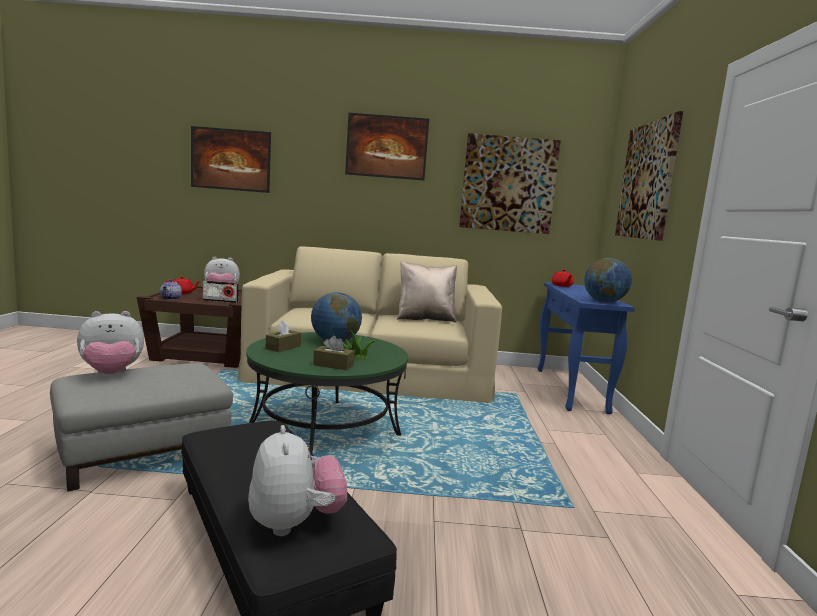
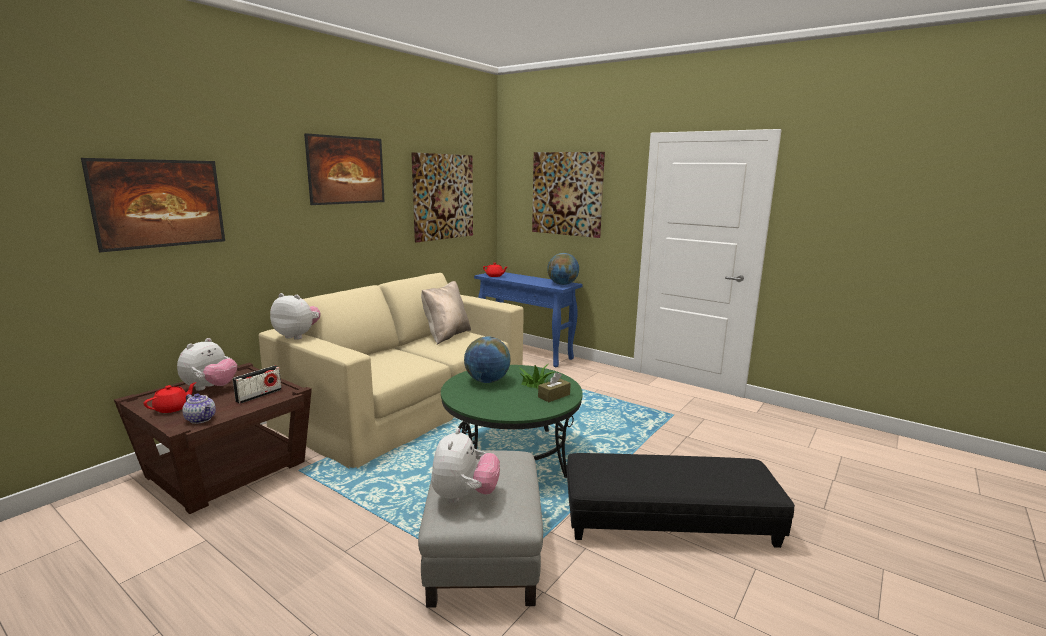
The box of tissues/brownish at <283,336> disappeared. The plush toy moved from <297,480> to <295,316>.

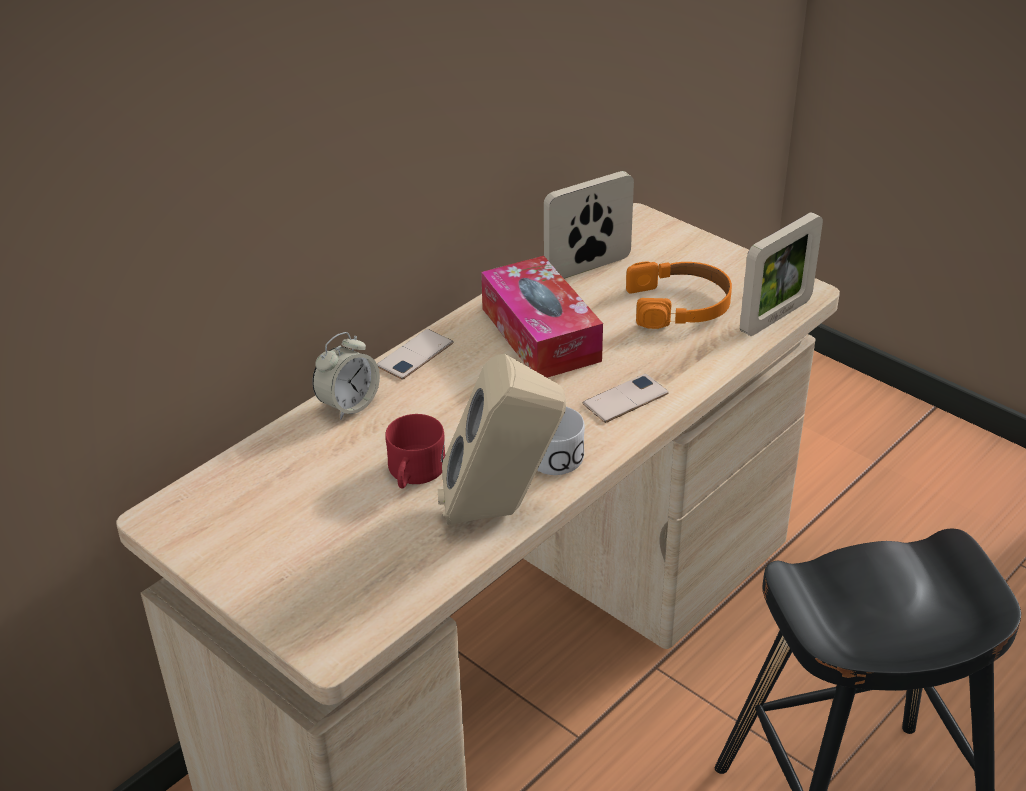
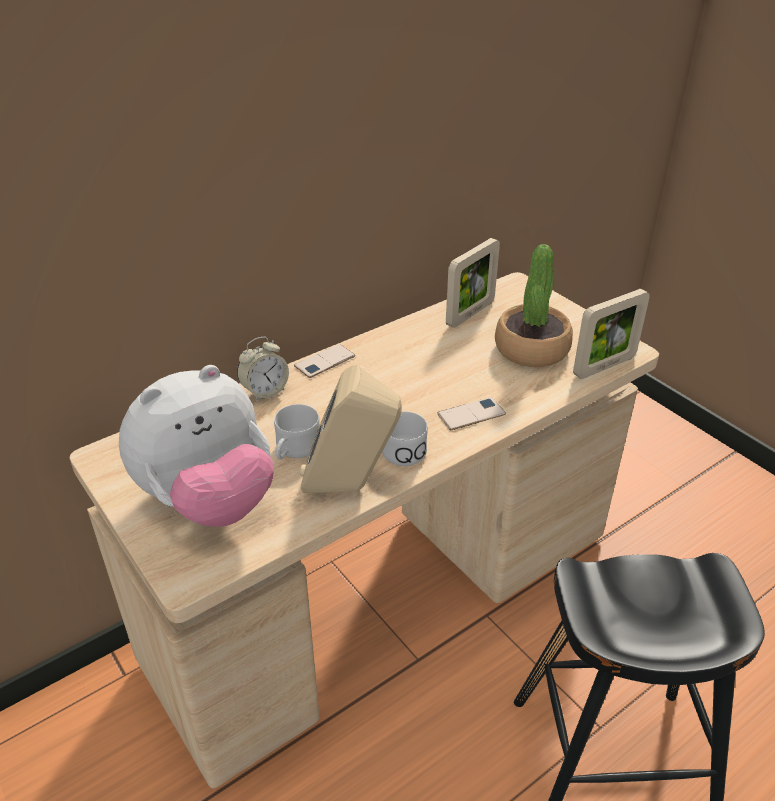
The box of tissues at <542,317> disappeared. The plush toy at <196,446> appeared. The headset/orange-coloured at <679,295> was replaced by the potted plant at <534,305>. The tea mug/reddish at <415,451> became the tea mug/white-coloured at <297,432>. The standing frame at <589,225> turned 150 degrees clockwise.

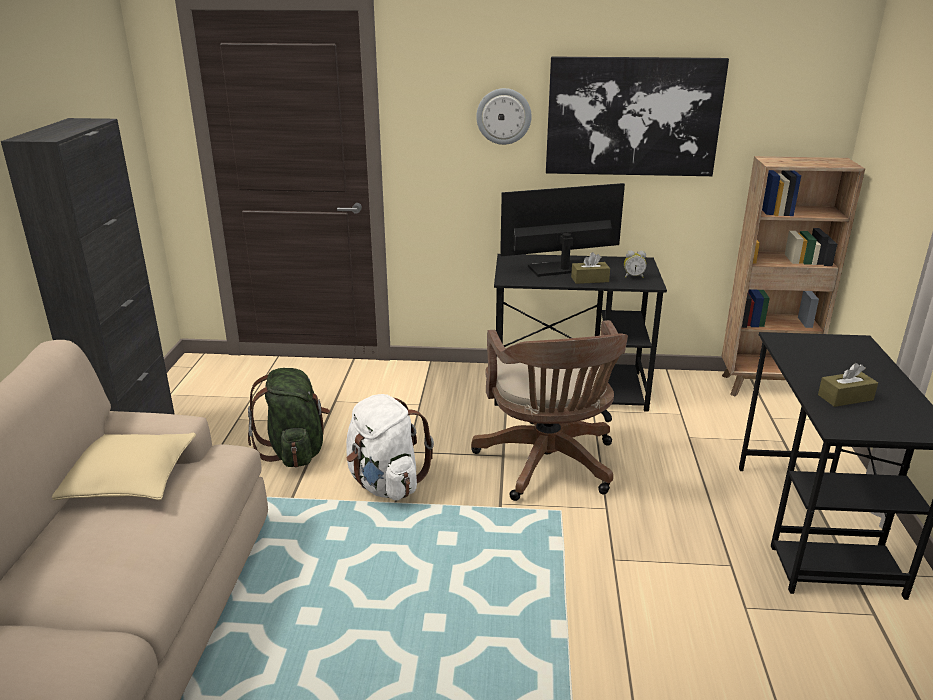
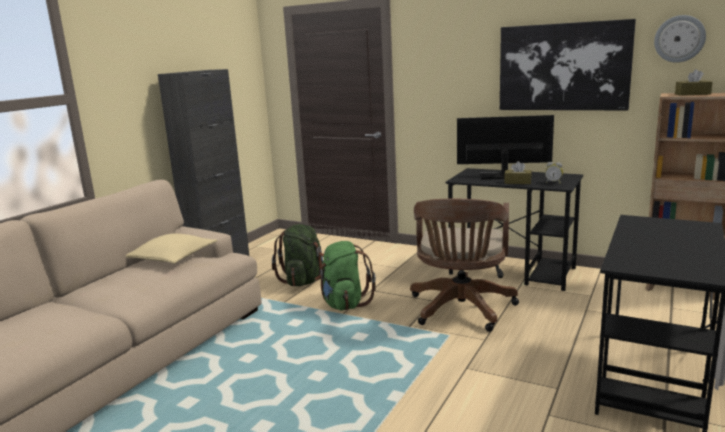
The hanging clock moved from <504,116> to <680,39>. The box of tissues/brownish moved from <848,385> to <694,82>. The rucksack/white-coloured at <390,447> became the rucksack/green at <345,276>.

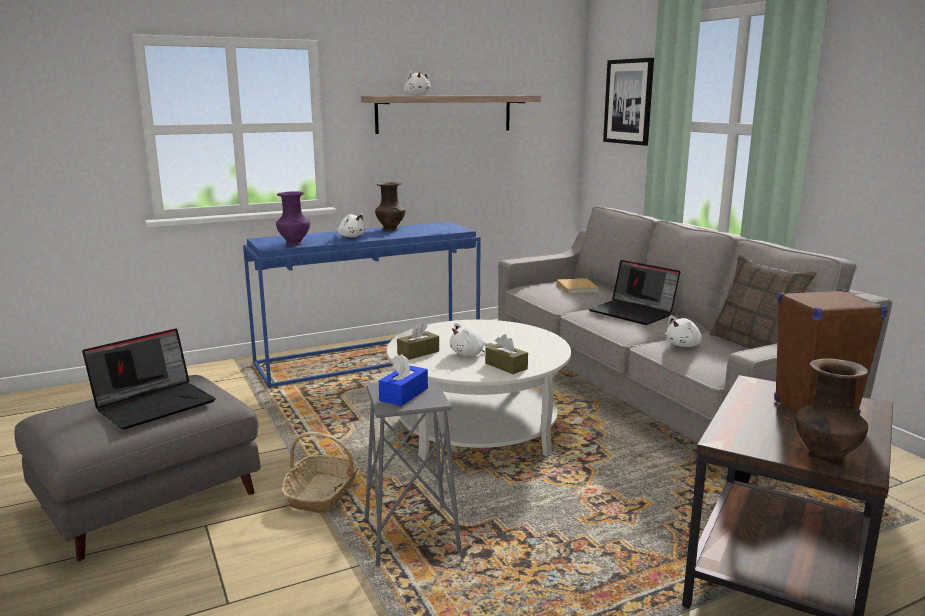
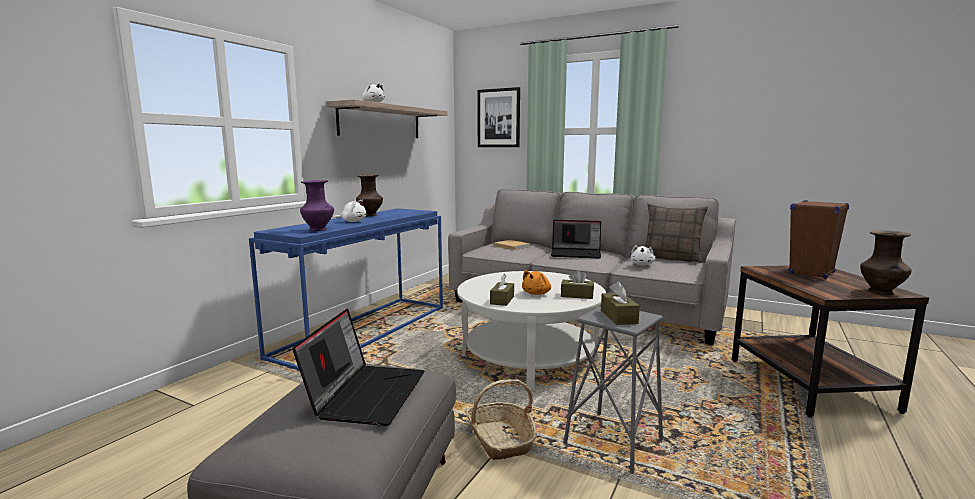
The box of tissues/blue-coloured at <403,380> became the box of tissues/brownish at <620,303>. The plush toy/white-coloured at <472,339> became the plush toy/orange-coloured at <536,282>.

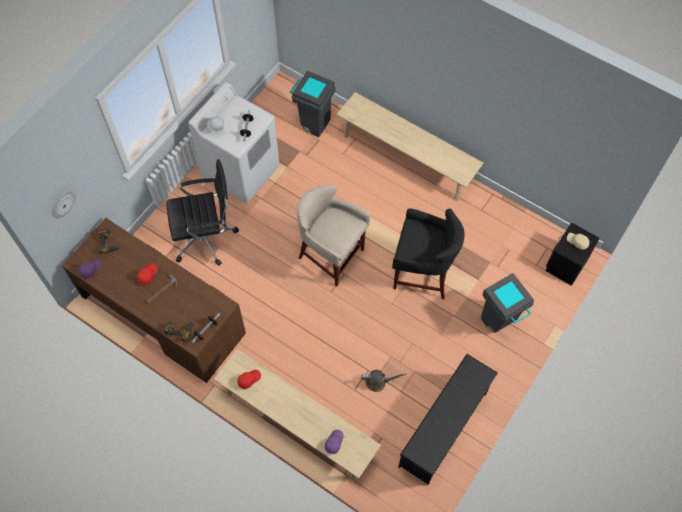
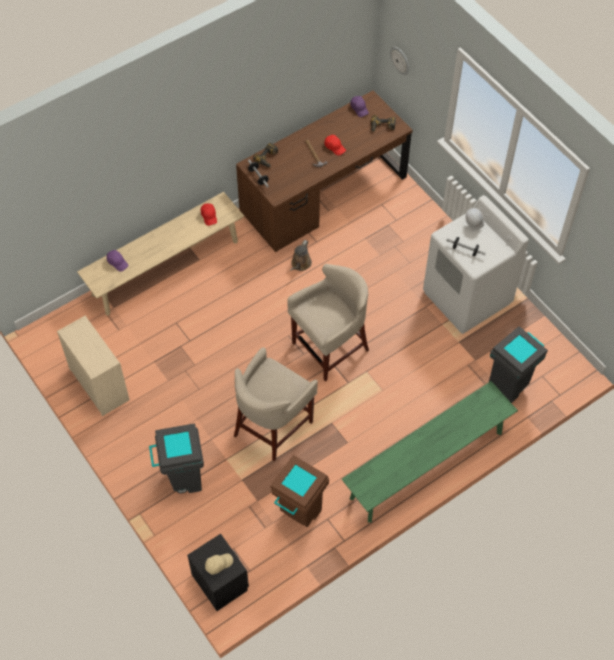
The office chair/black at <202,212> disappeared. The waste bin/brownish at <299,491> appeared. The watering can/brownish moved from <383,381> to <301,255>. The shoe rack/black at <448,419> was replaced by the dresser/beige at <93,365>. The long seat/beige at <410,146> became the long seat/green at <430,452>. The stool/black at <428,254> became the stool/beige at <276,404>.

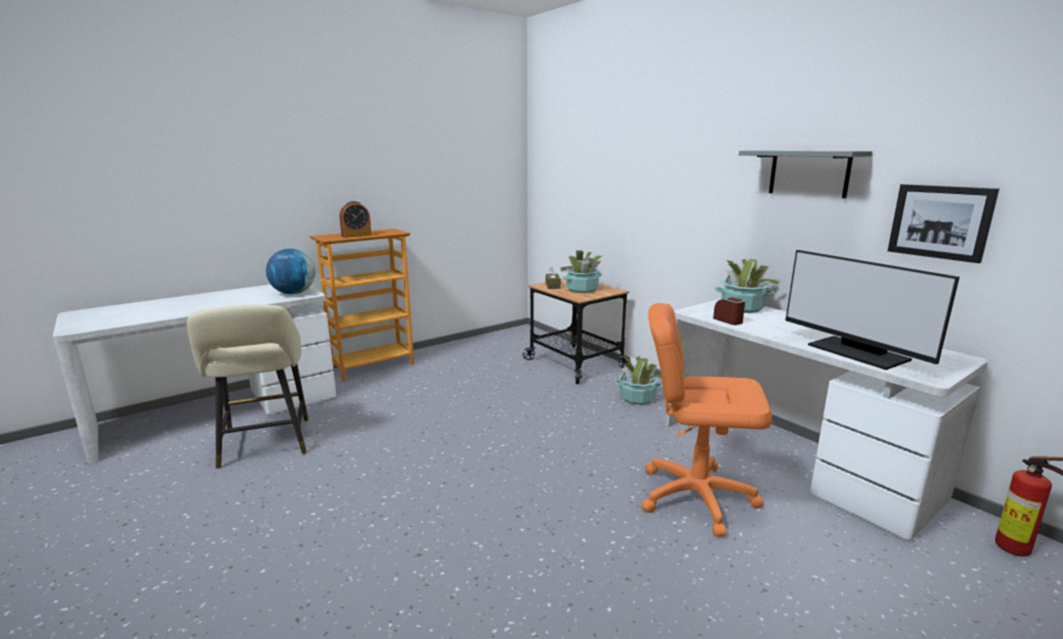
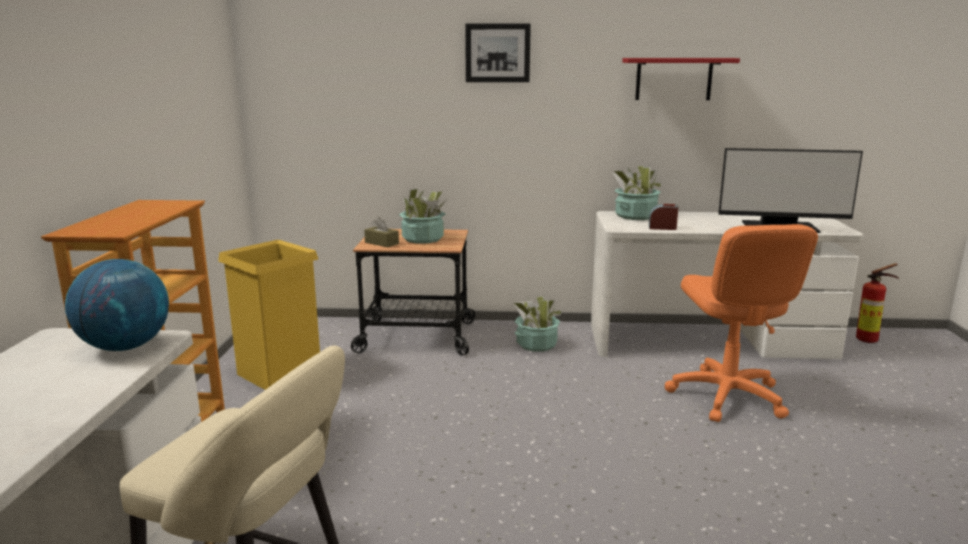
The alarm clock at <356,219> disappeared. The waste bin/yellow-coloured at <269,315> appeared. The wall art moved from <943,223> to <498,52>. The bracket shelf/gray at <806,174> became the bracket shelf/reddish at <681,79>. The office chair/orange-coloured at <706,420> turned 60 degrees counterclockwise.

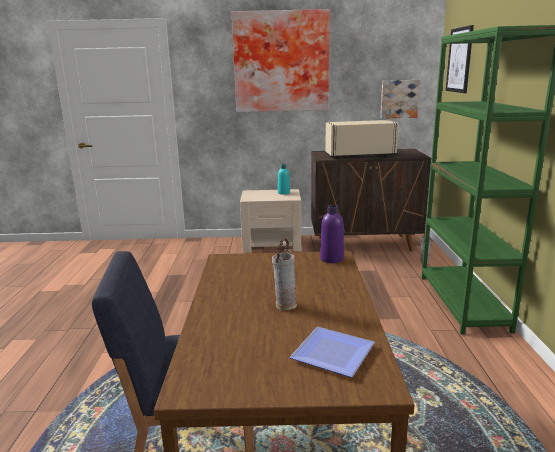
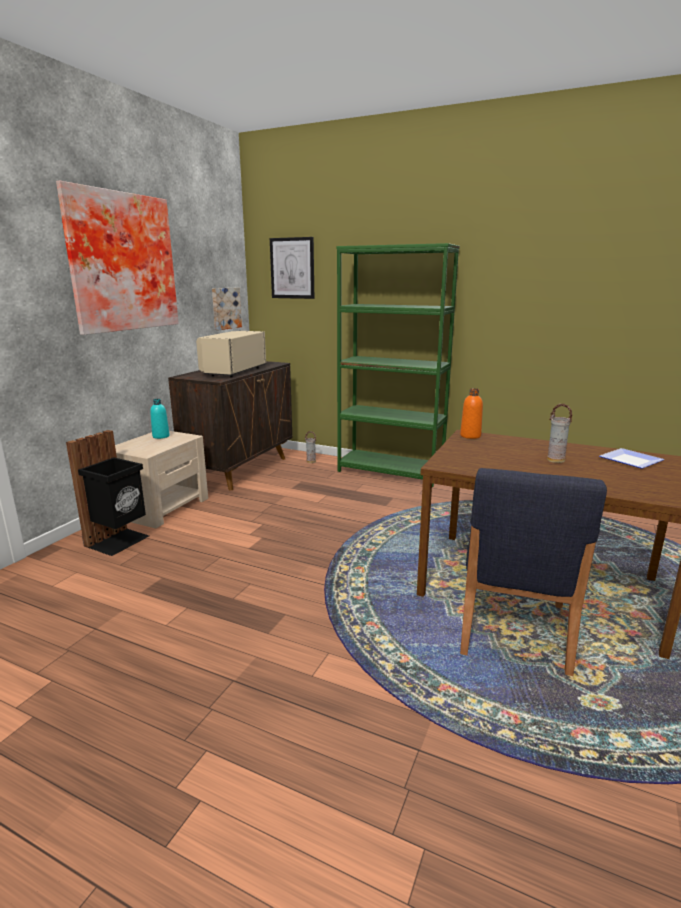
The waste bin/black at <107,493> appeared. The drink bottle/purplish at <332,234> became the drink bottle/orange-coloured at <471,413>.

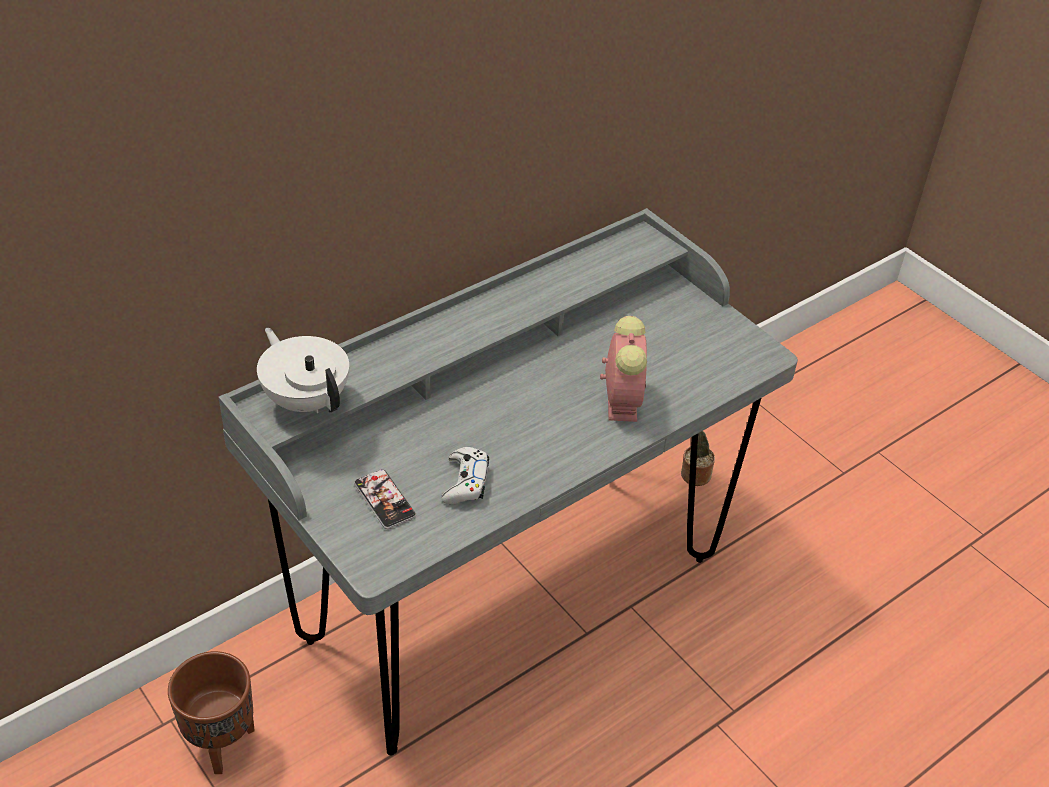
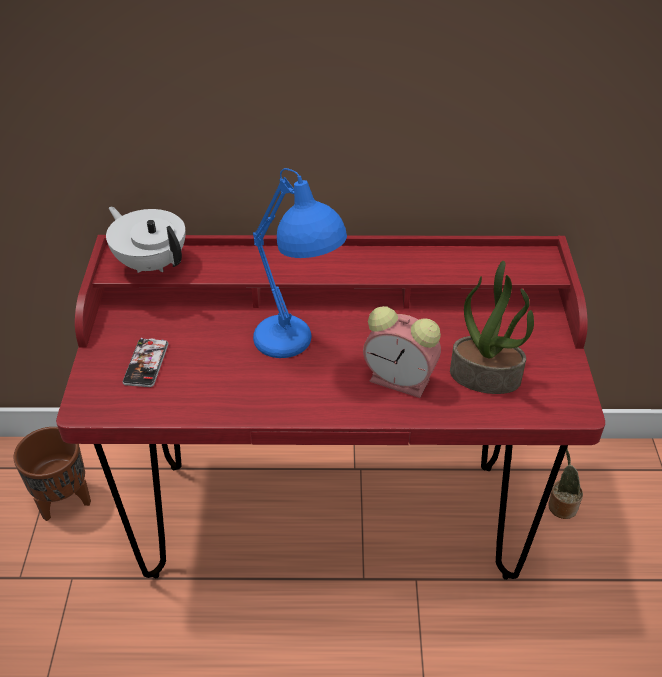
The gamepad/white-coloured at <465,475> disappeared. The table lamp/blue-coloured at <300,263> appeared. The potted plant at <492,327> appeared. The desk unit/gray at <508,482> became the desk unit/reddish at <330,407>. The tea pot/white-coloured at <303,370> turned 45 degrees counterclockwise. The alarm clock at <623,369> turned 75 degrees clockwise.

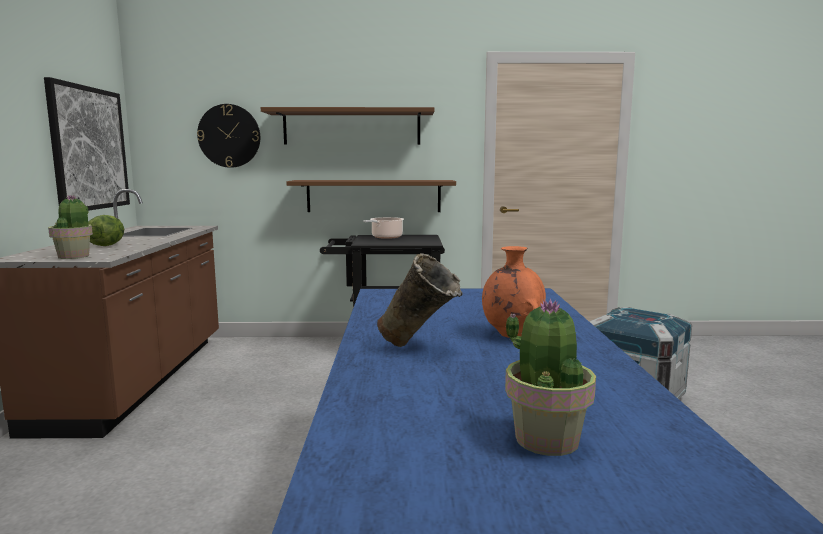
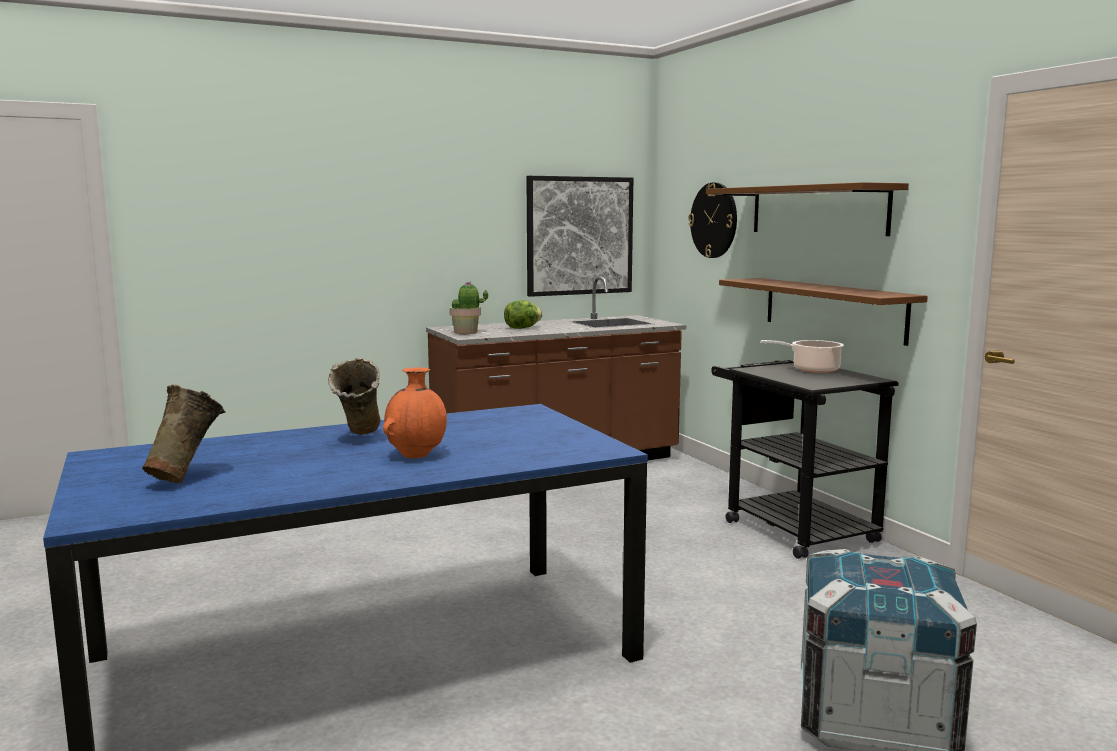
The potted plant at <550,377> was replaced by the flower vase/beige at <184,433>.

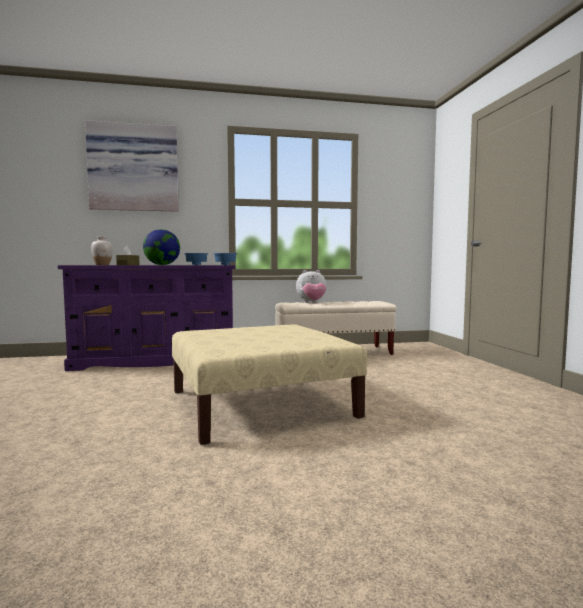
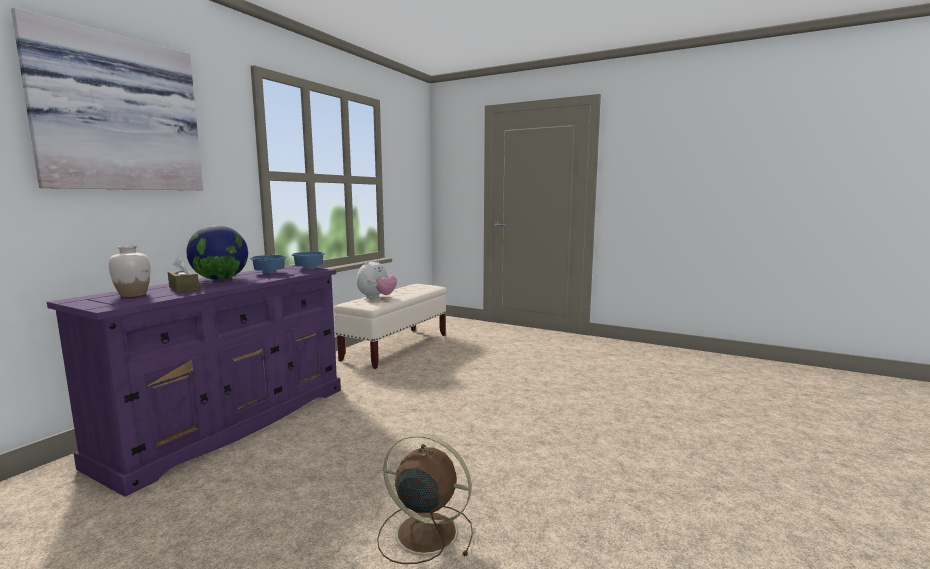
The pouffe/beige at <269,384> disappeared. The cooling fan/brownish at <425,499> appeared.

